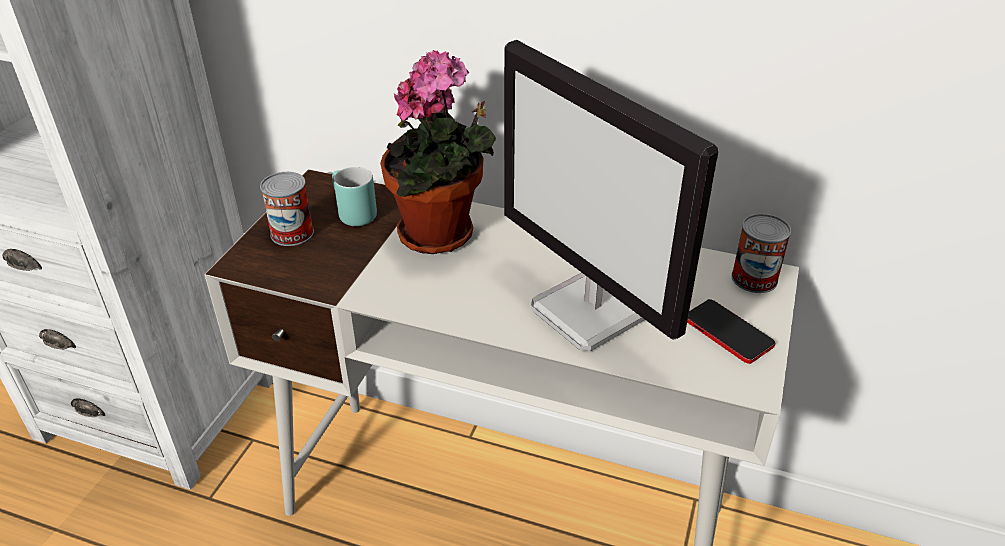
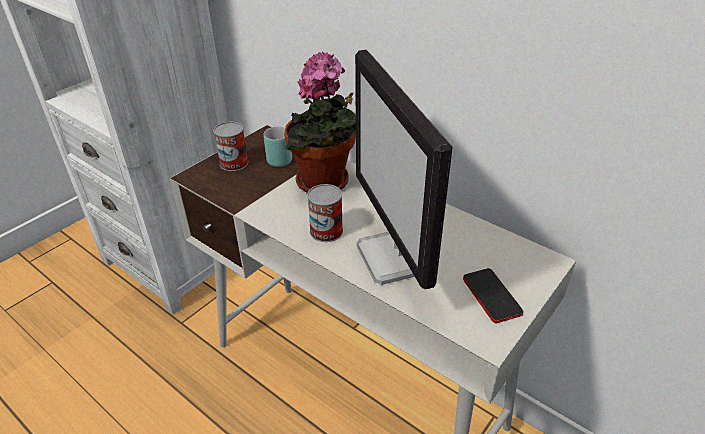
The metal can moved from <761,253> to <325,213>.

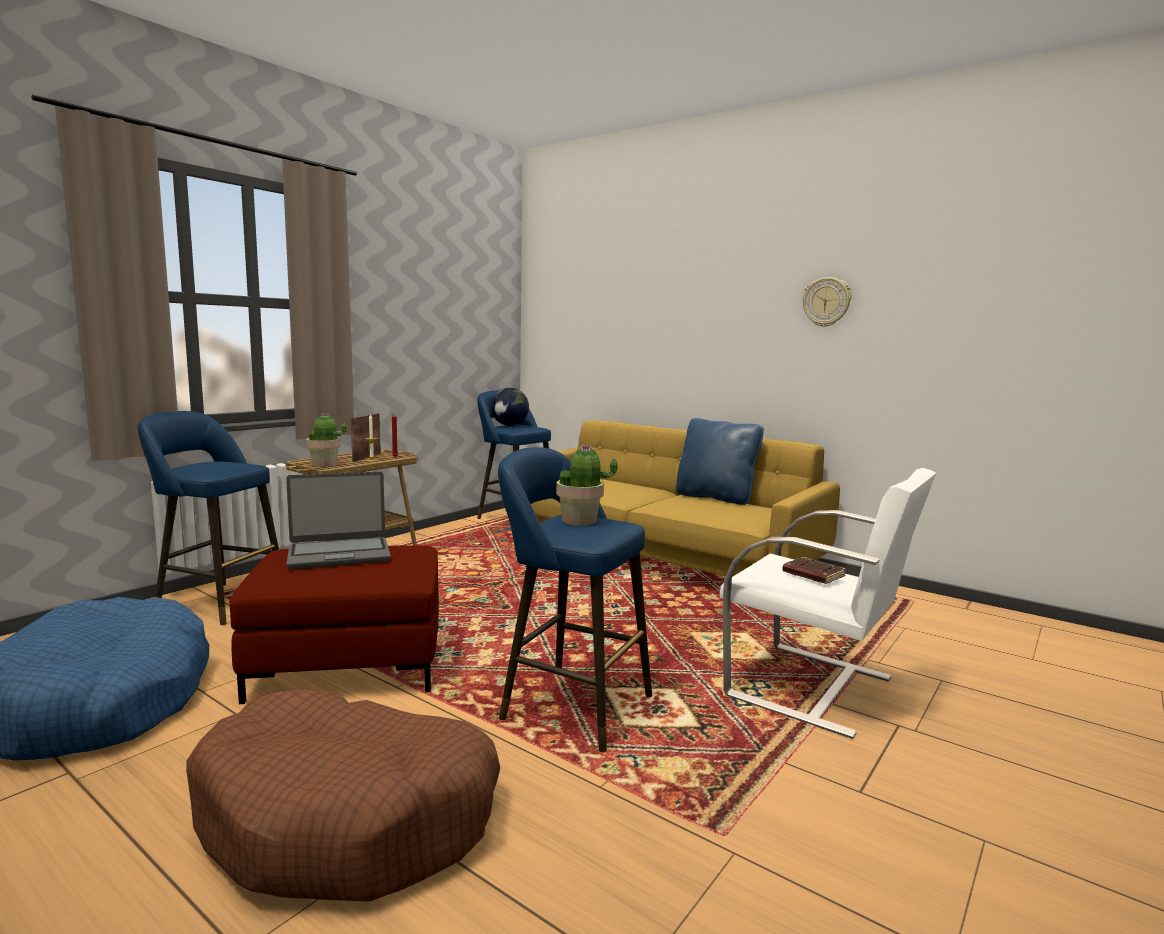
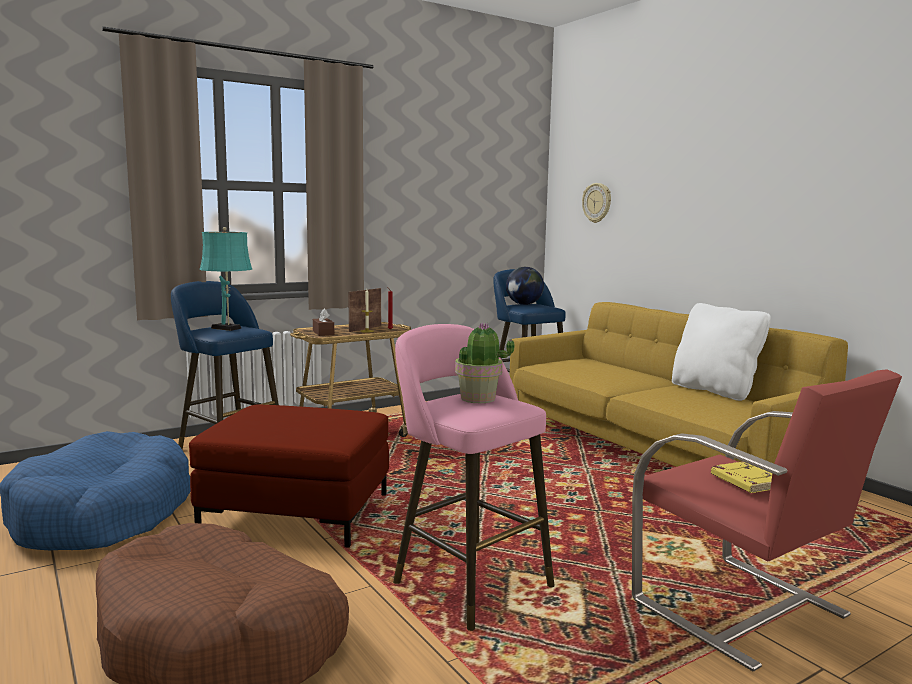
The portable computer at <338,521> disappeared. The table lamp/turquoise-coloured at <226,279> appeared. The hanging clock moved from <826,302> to <596,203>. The potted plant at <326,440> was replaced by the box of tissues/brownish at <323,322>. The stool/blue-coloured at <575,599> became the stool/pink-coloured at <474,477>. The pillow/blue-coloured at <719,461> became the pillow/white-coloured at <721,352>. The armchair/white-coloured at <828,603> became the armchair/reddish at <767,520>. The book/brownish at <814,570> became the book/yellow-coloured at <741,477>.

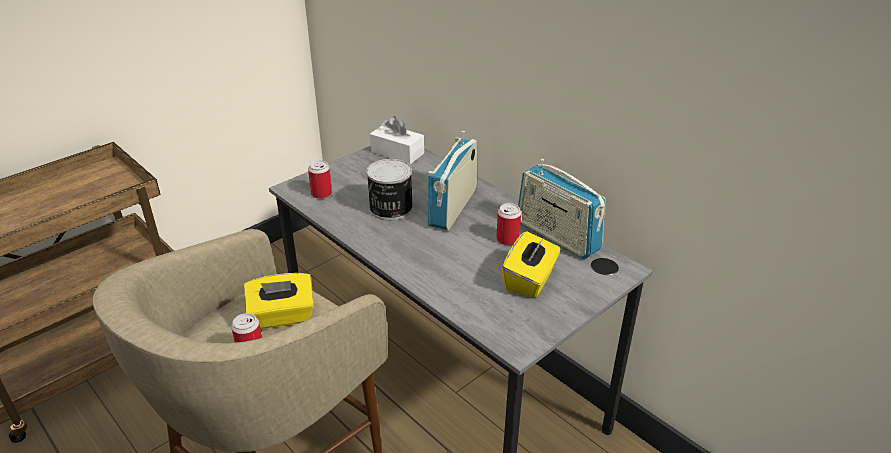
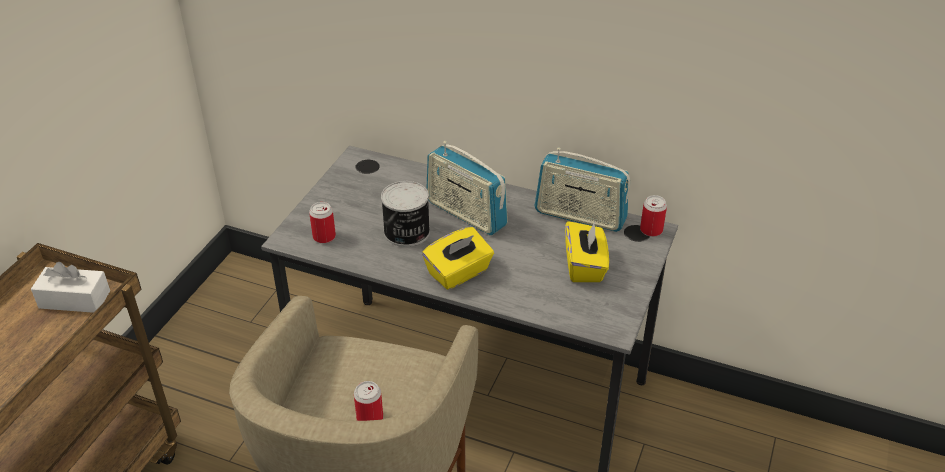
The box of tissues/yellow-coloured moved from <279,301> to <458,258>. The box of tissues/white-coloured moved from <397,140> to <70,287>. The metal can moved from <508,224> to <653,216>. The radio at <452,180> turned 45 degrees counterclockwise.

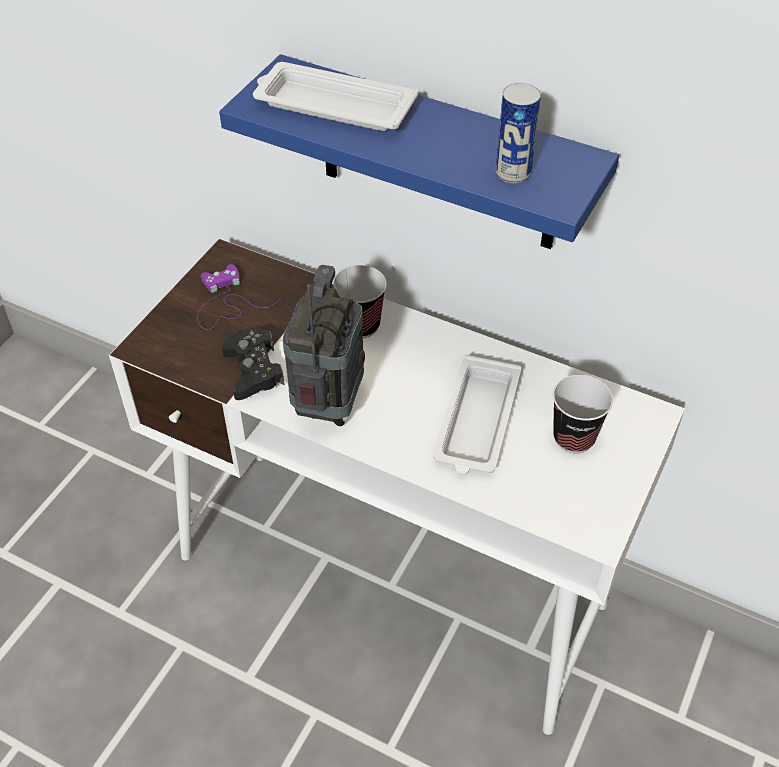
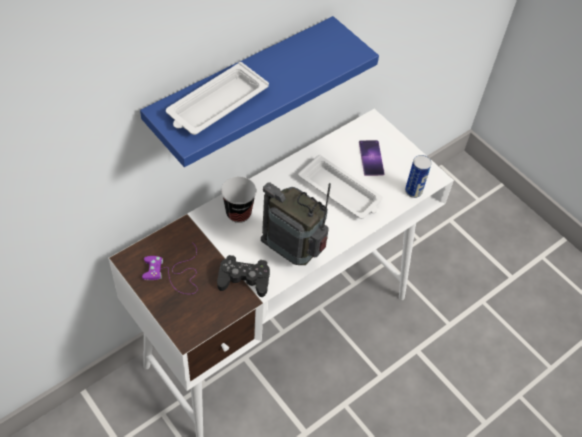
The metal can moved from <518,133> to <418,176>. The small cup at <583,414> was replaced by the handset at <372,158>.

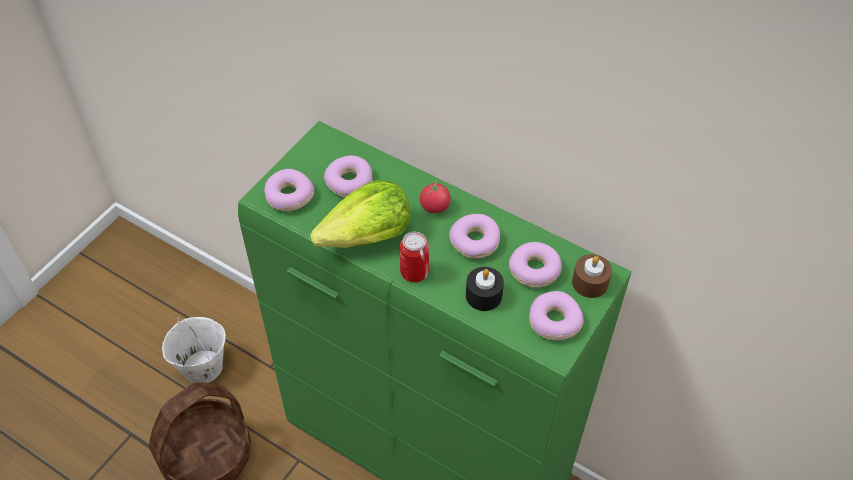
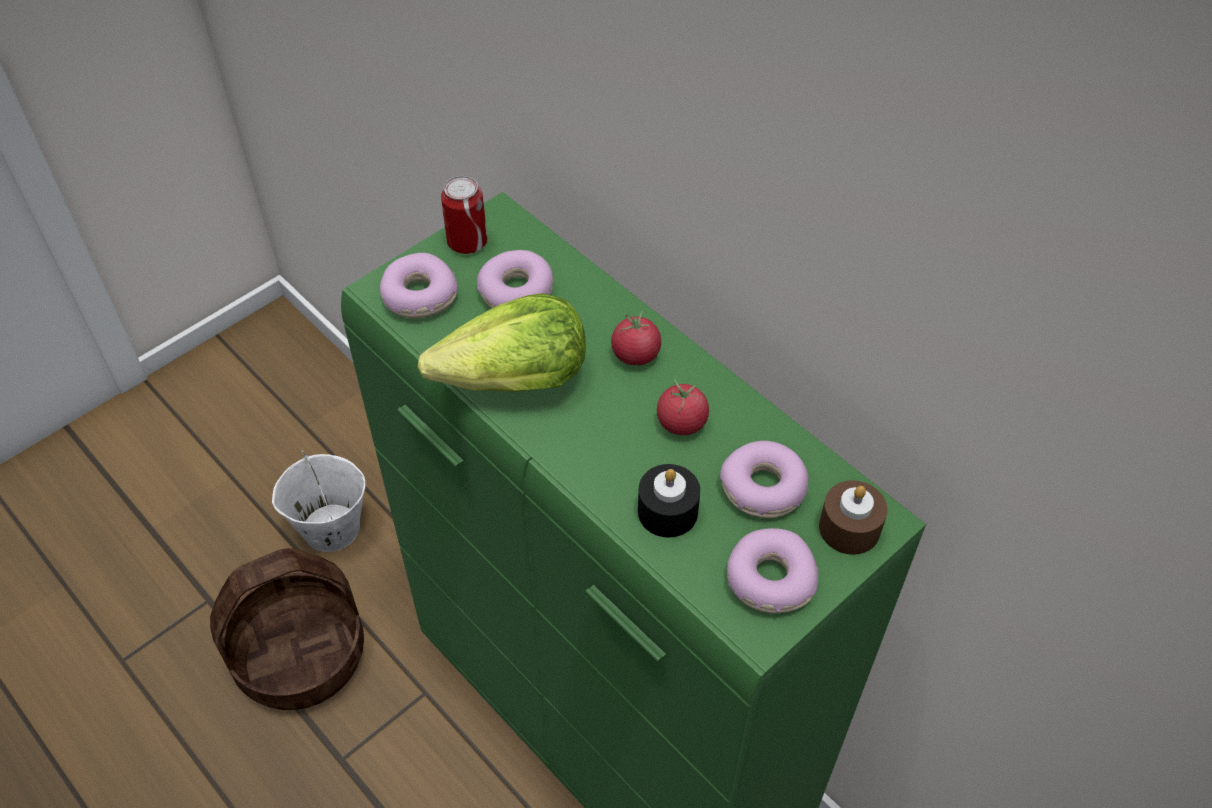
The metal can moved from <414,257> to <464,215>. The donut at <474,236> was replaced by the tomato at <683,407>.

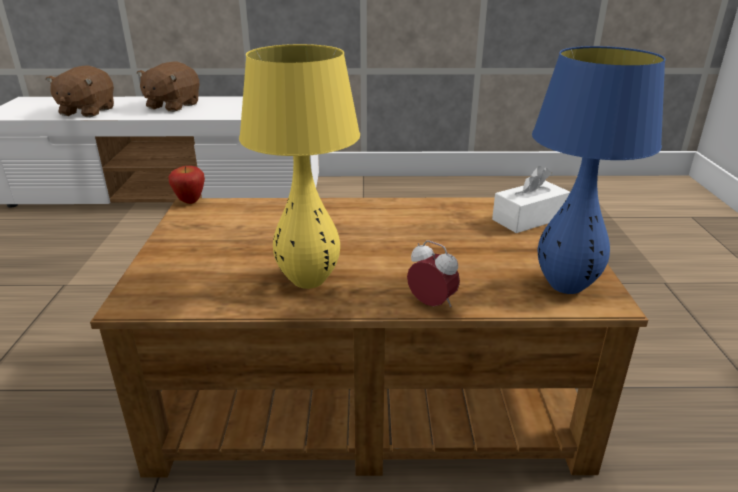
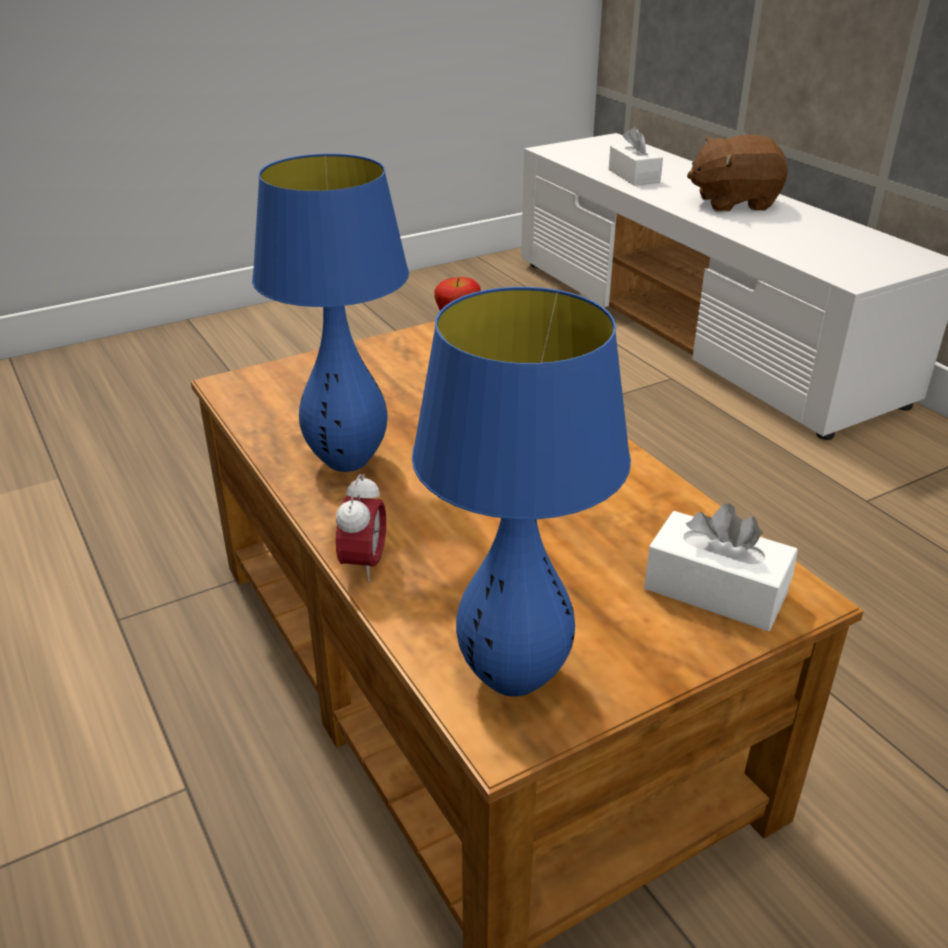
The plush toy/brownish at <80,91> was replaced by the box of tissues/white-coloured at <636,156>. The table lamp/yellow-coloured at <299,166> became the table lamp/blue-coloured at <330,313>.

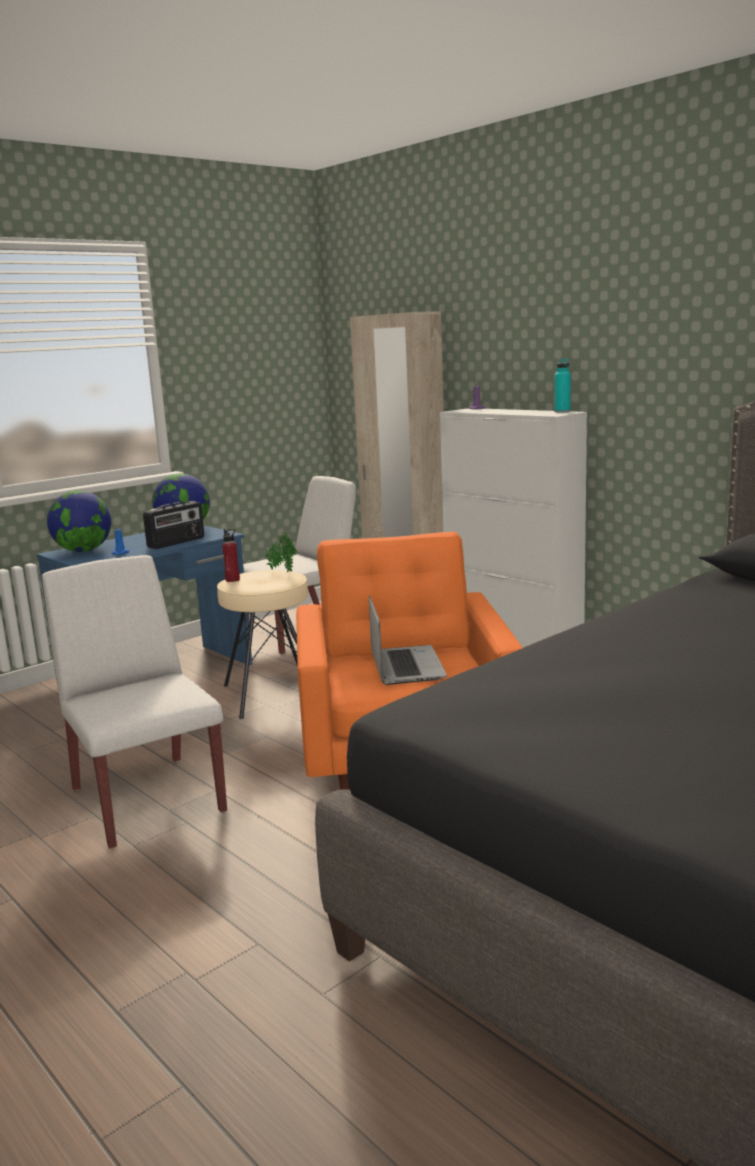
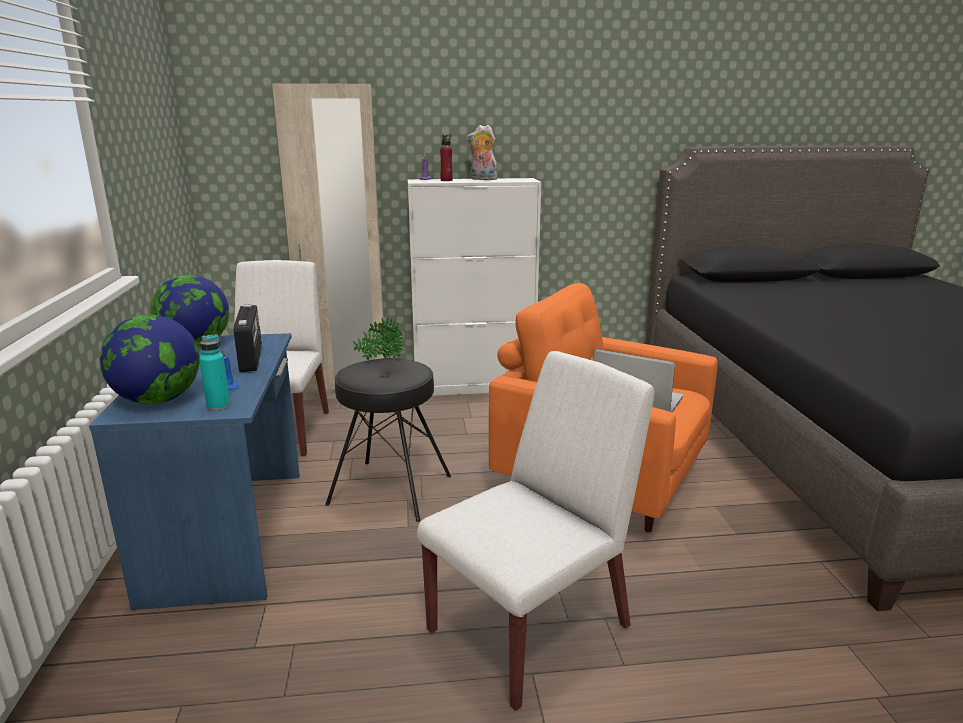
The plush toy at <481,152> appeared. The drink bottle/reddish moved from <231,555> to <446,157>. The drink bottle/turquoise-coloured moved from <562,386> to <214,372>. The stool/beige at <262,644> became the stool/black at <388,440>. The upright chair/white-coloured at <134,702> turned 135 degrees clockwise.

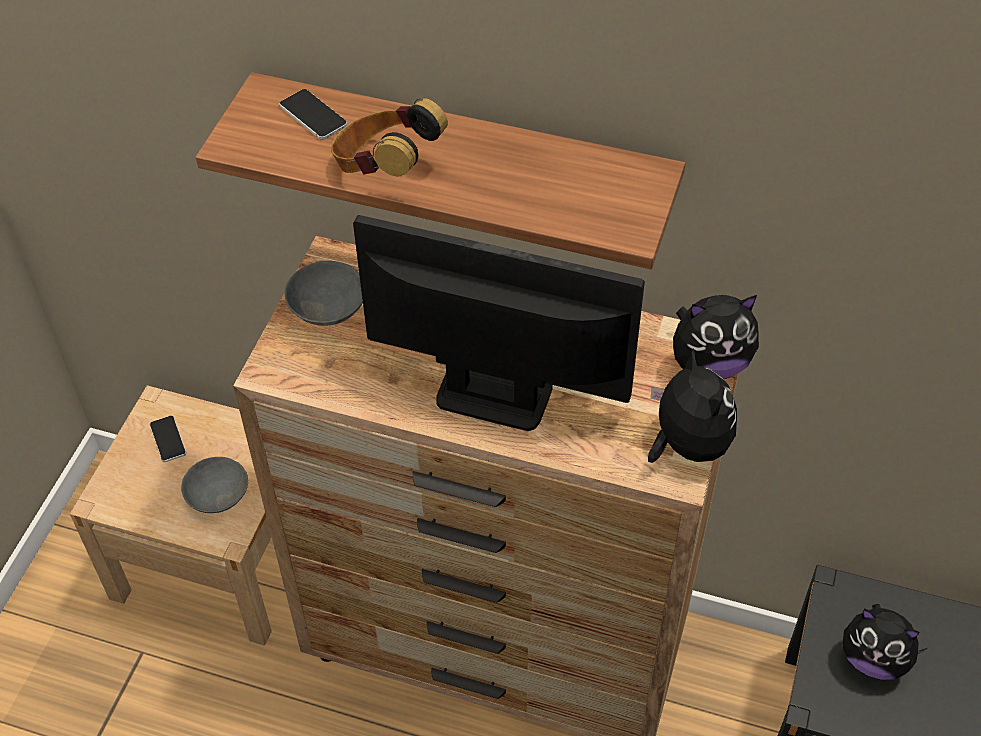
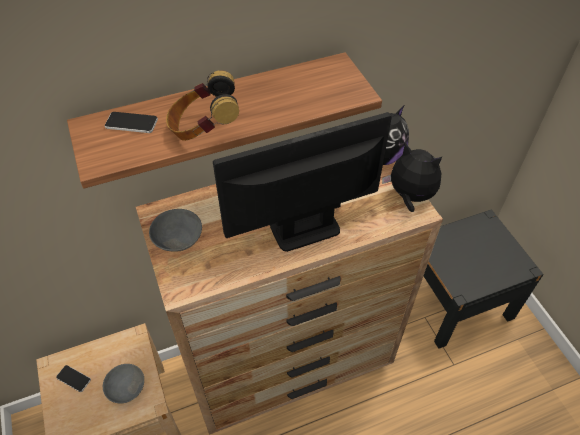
The plush toy at <885,642> disappeared.

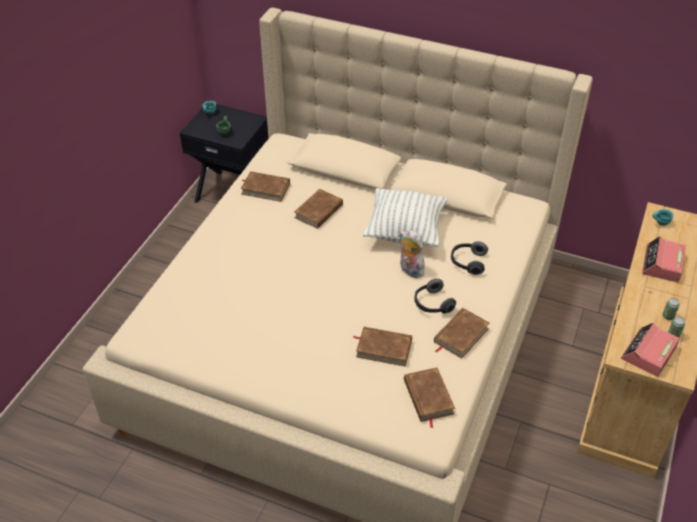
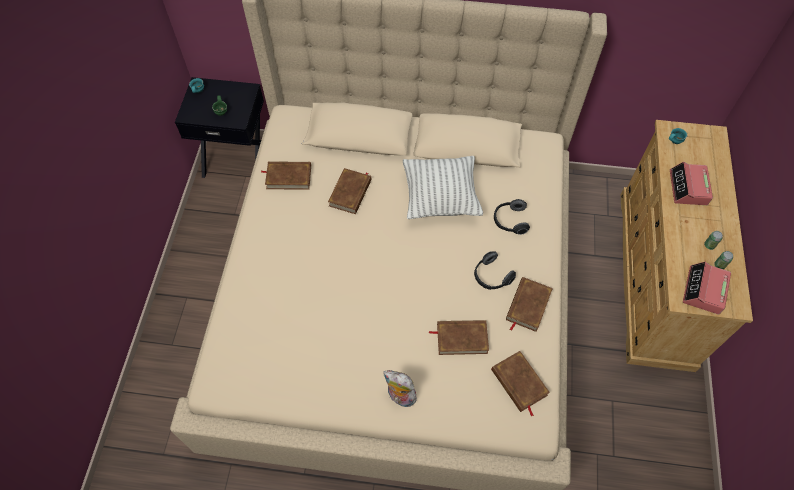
The plush toy moved from <412,254> to <400,388>.

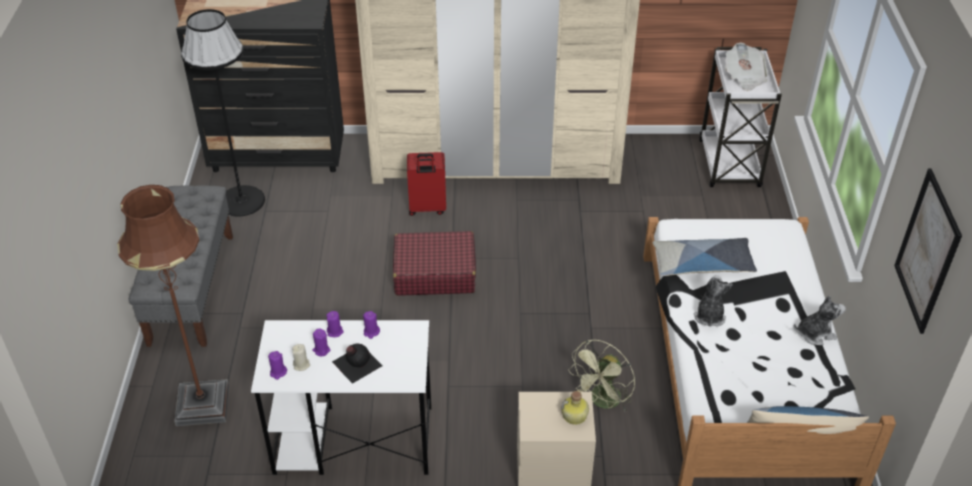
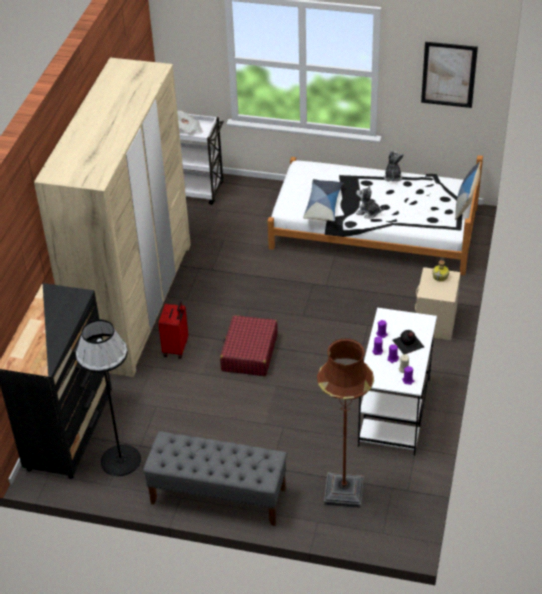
The cooling fan/green at <601,376> disappeared.

